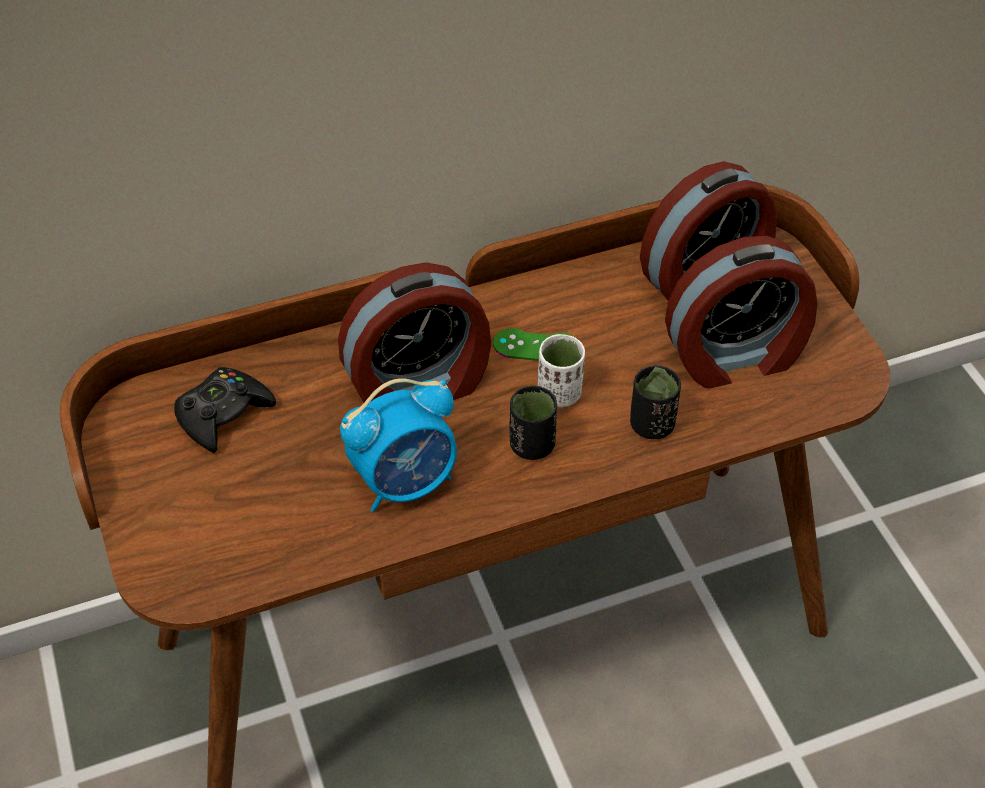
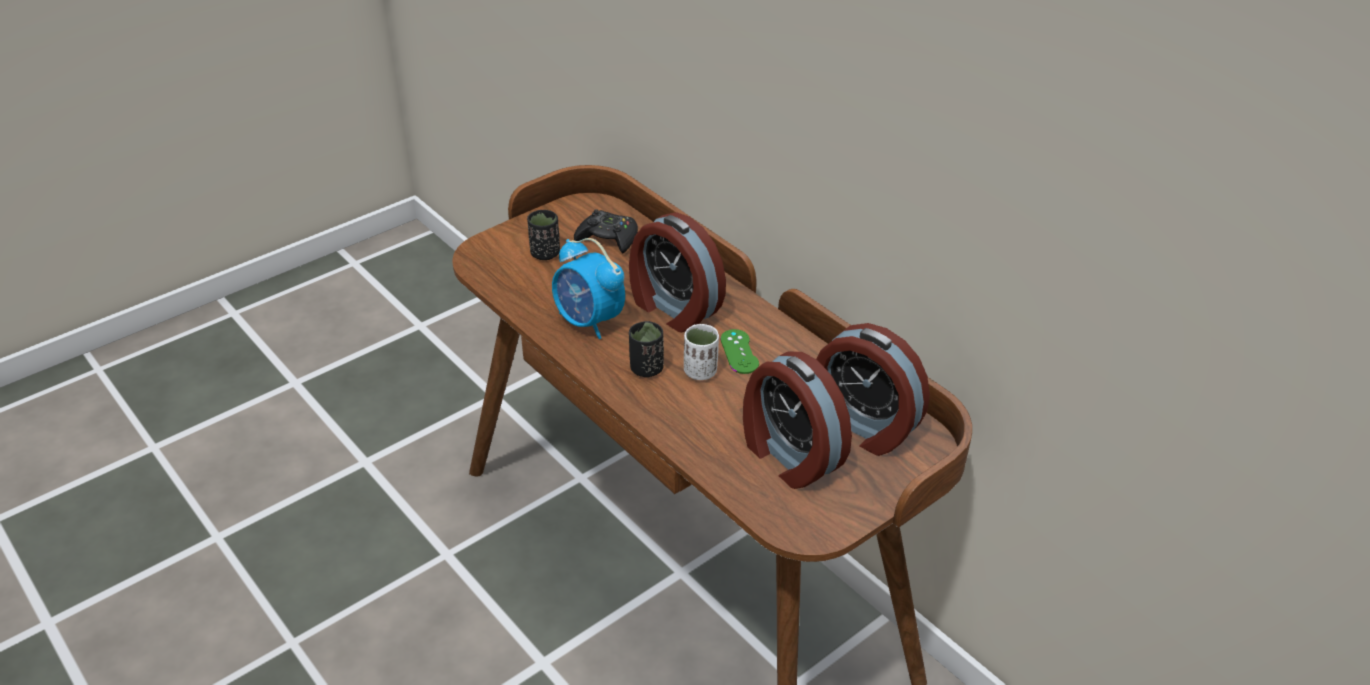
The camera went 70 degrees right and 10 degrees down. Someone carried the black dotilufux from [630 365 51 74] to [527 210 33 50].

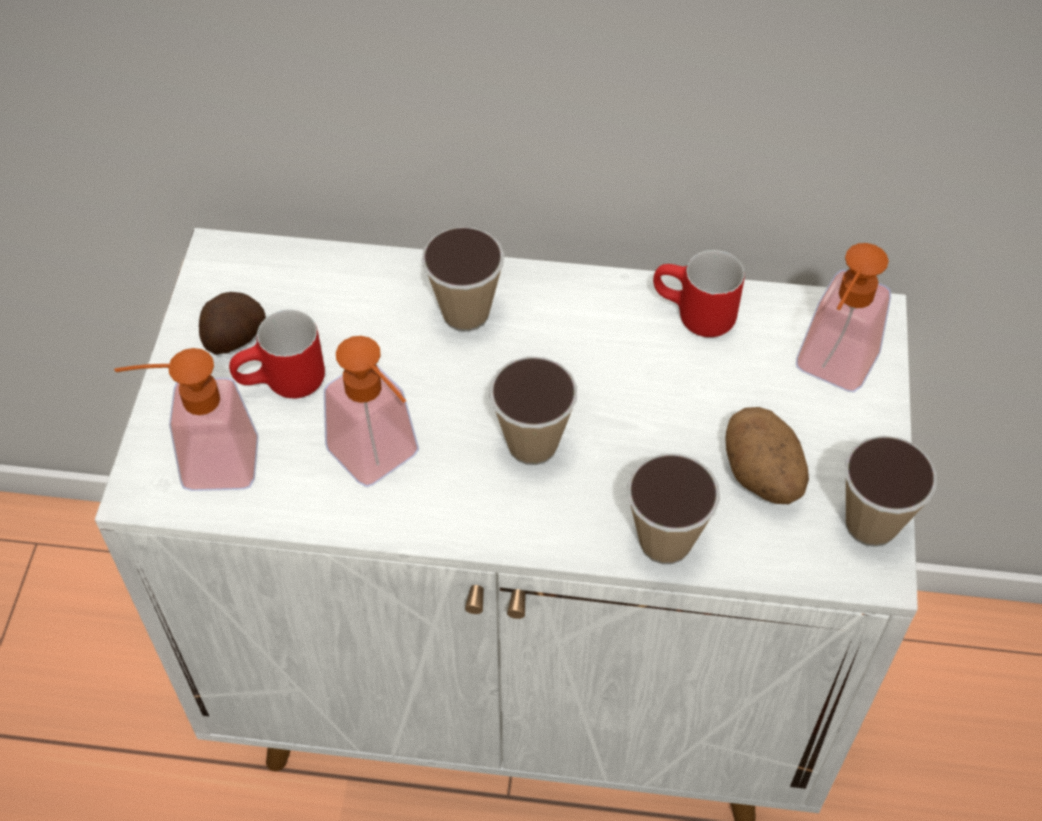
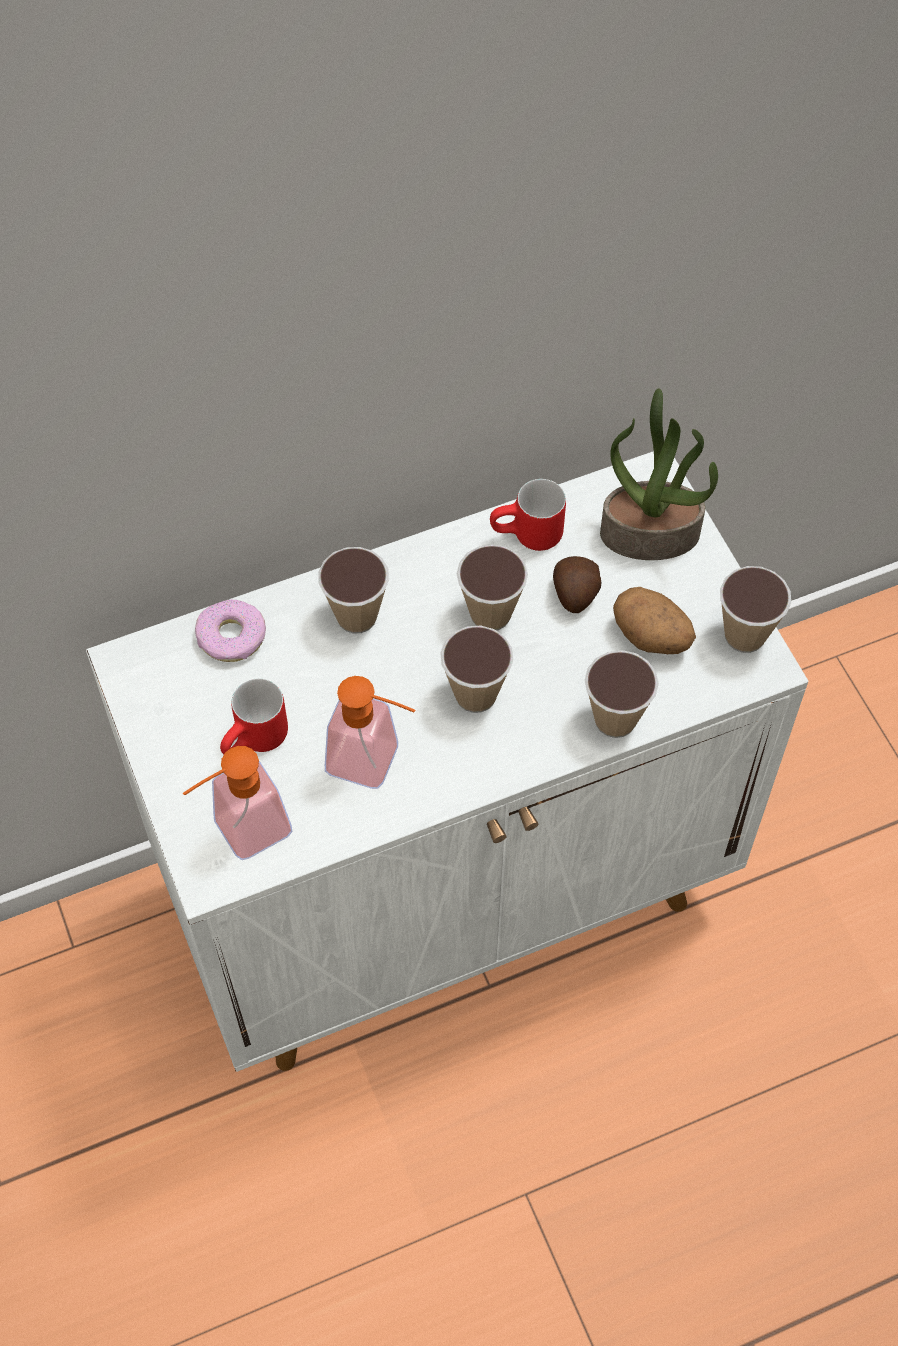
The camera went 30 degrees left and 5 degrees up. Someone carried the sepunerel from [199 292 67 63] to [553 556 48 57]. Someone swapped the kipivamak at [796 243 95 149] for the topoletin at [600 388 118 172]. Someone put down the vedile at [195 600 71 62]. Someone put down the dotilufux at [457 544 71 87].

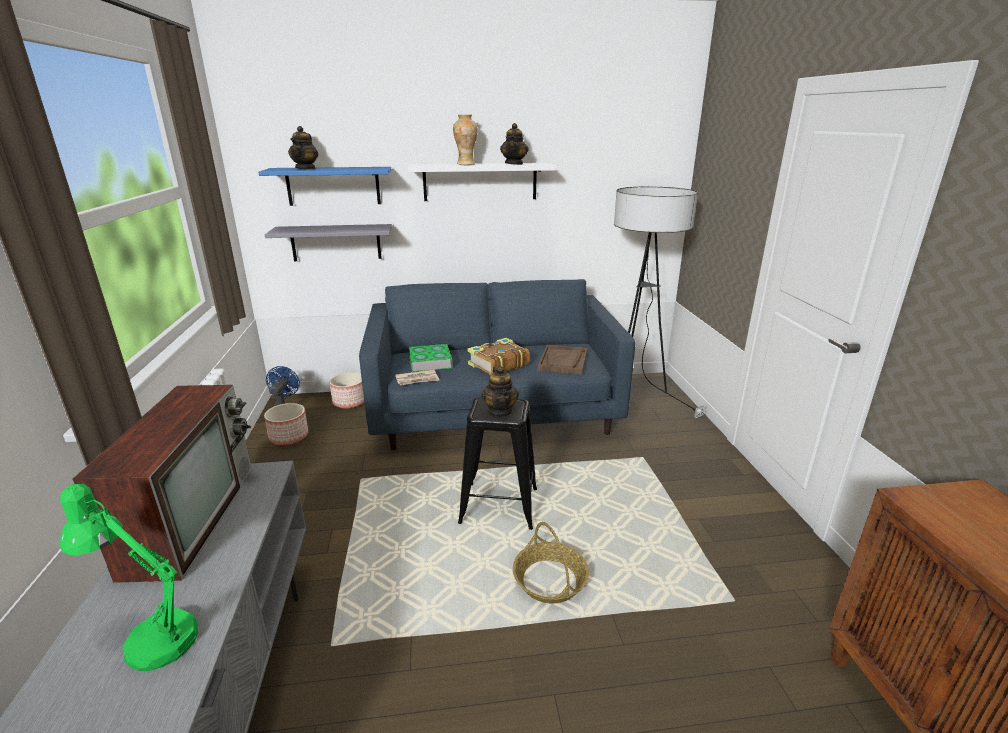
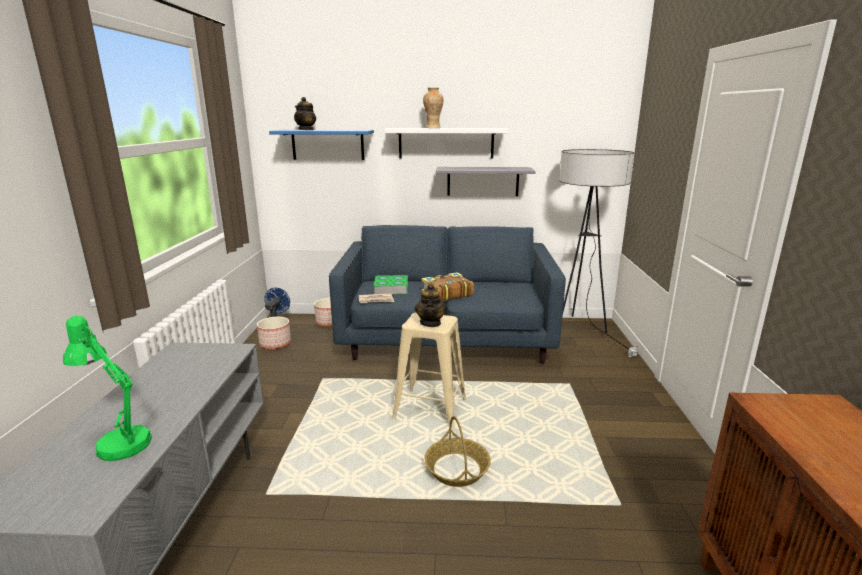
The camera went 10 degrees right and 5 degrees down. Someone took away the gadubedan at [72 385 180 198]. Someone carried the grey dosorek from [265 224 127 37] to [436 167 100 29]. Someone repainted the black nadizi at [458 397 79 133], which became the beige nadizi at [392 312 75 118]. Someone took away the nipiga at [500 123 29 42]. Someone took away the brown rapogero at [538 345 49 30].

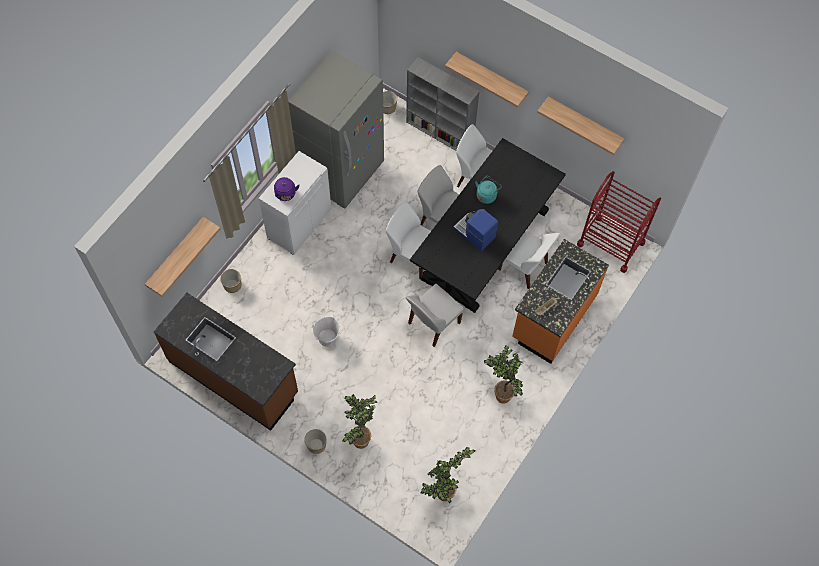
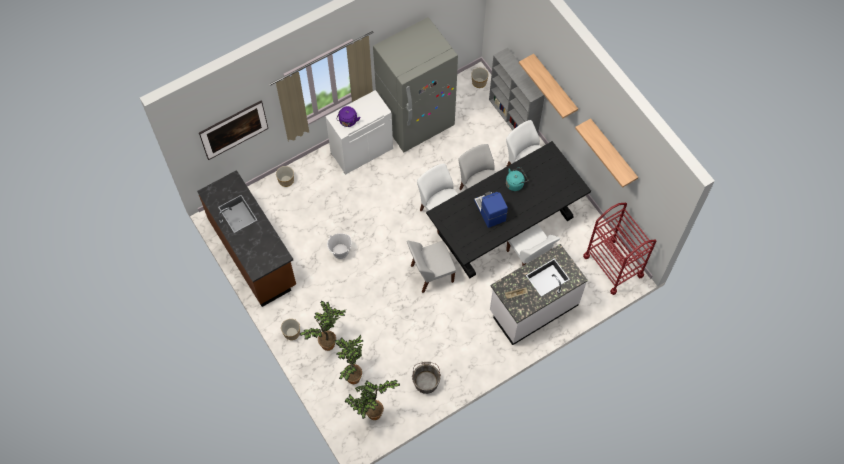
The camera went 25 degrees right and 0 degrees up. Someone swapped the dosorek at [145 217 75 80] for the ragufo at [199 101 69 59]. Someone carried the topoletin from [484 346 40 57] to [335 335 28 49]. Someone repainted the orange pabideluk at [512 239 97 125], which became the white pabideluk at [490 244 98 101]. Someone put down the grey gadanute at [412 362 29 32].

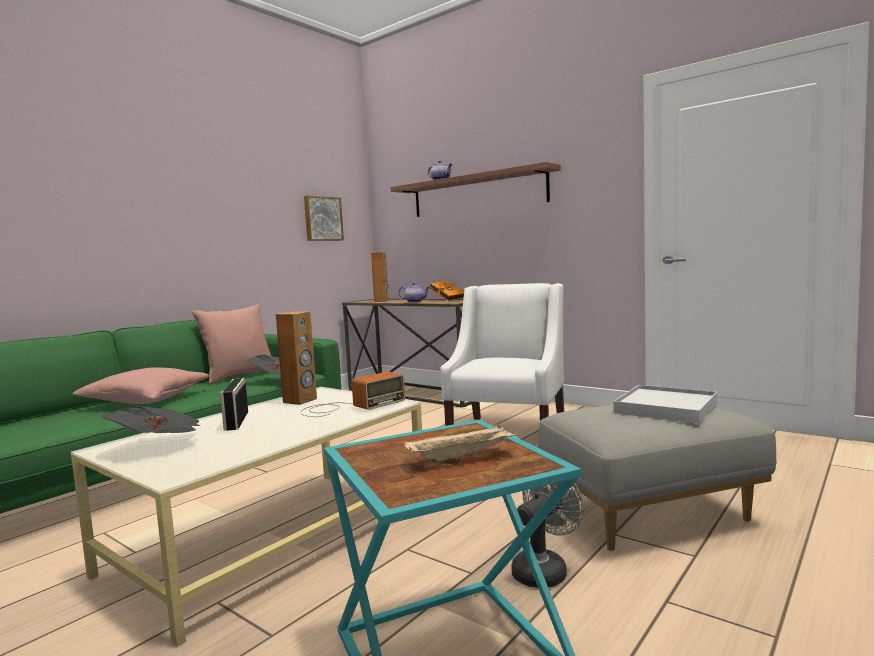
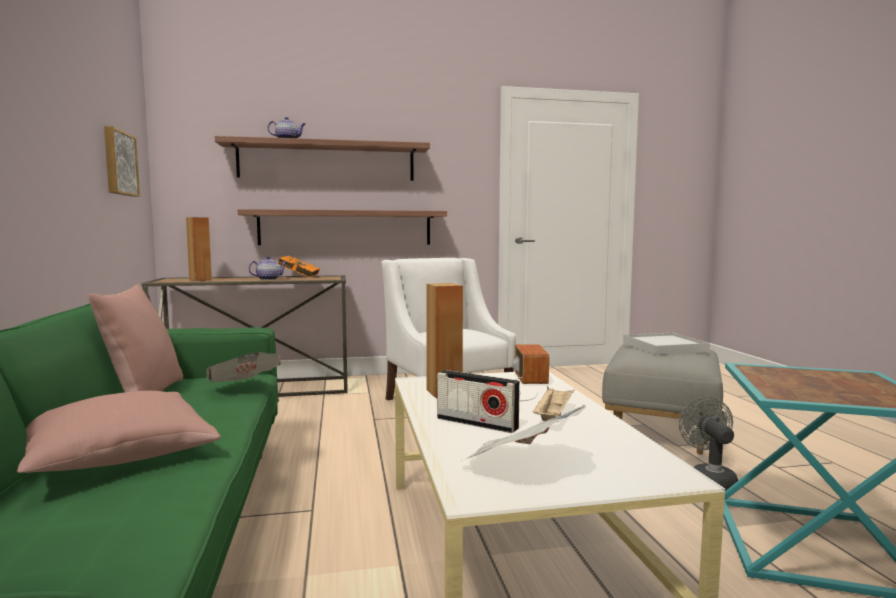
The camera went 50 degrees left and 0 degrees up. Someone carried the beige rapogero from [404 423 114 41] to [533 386 42 36]. Someone put up the dosorek at [238 209 209 36].

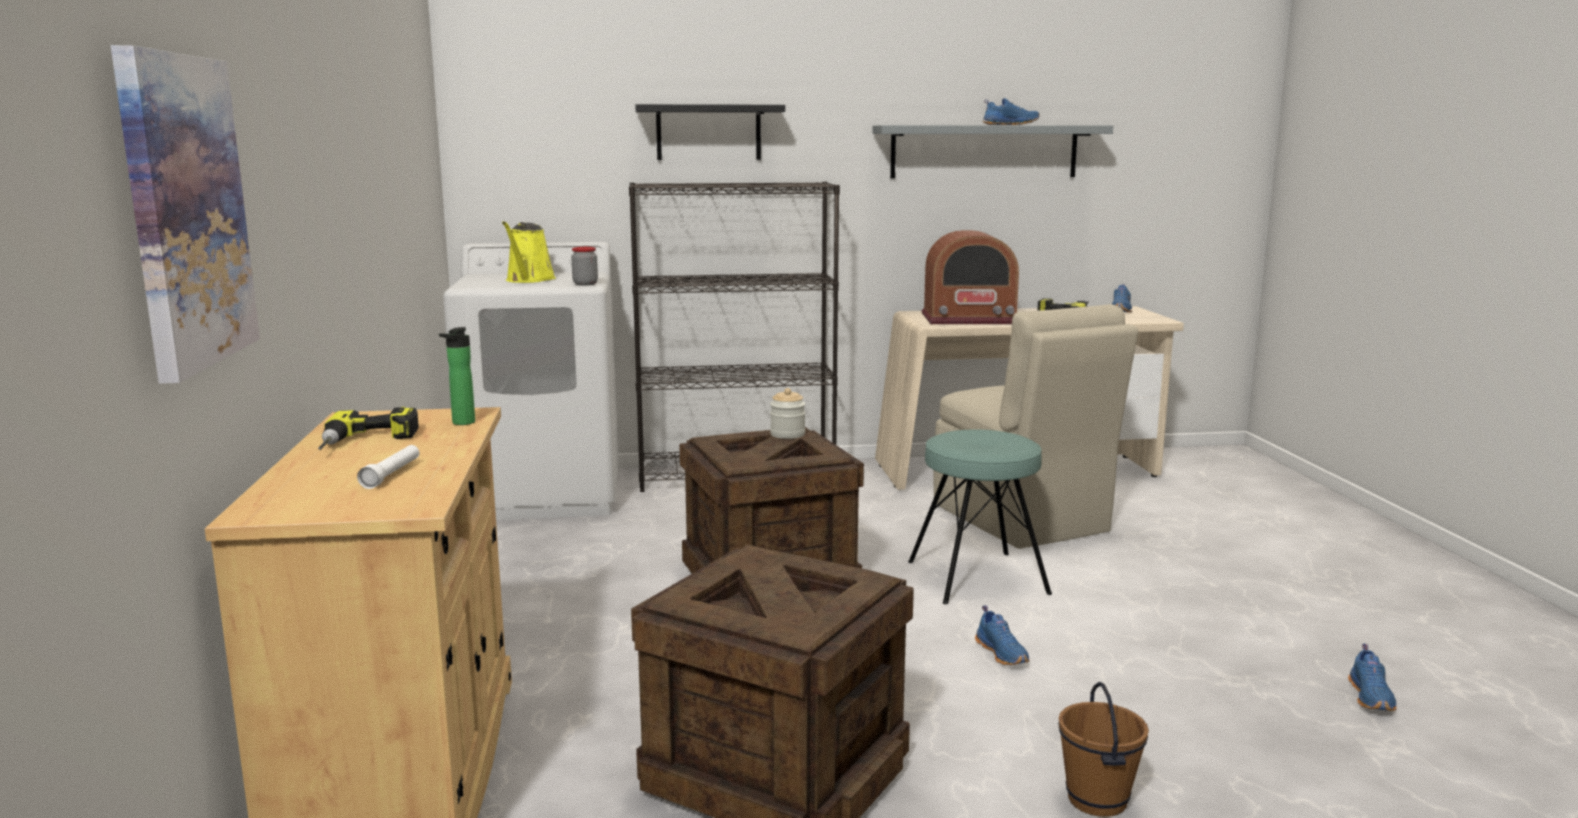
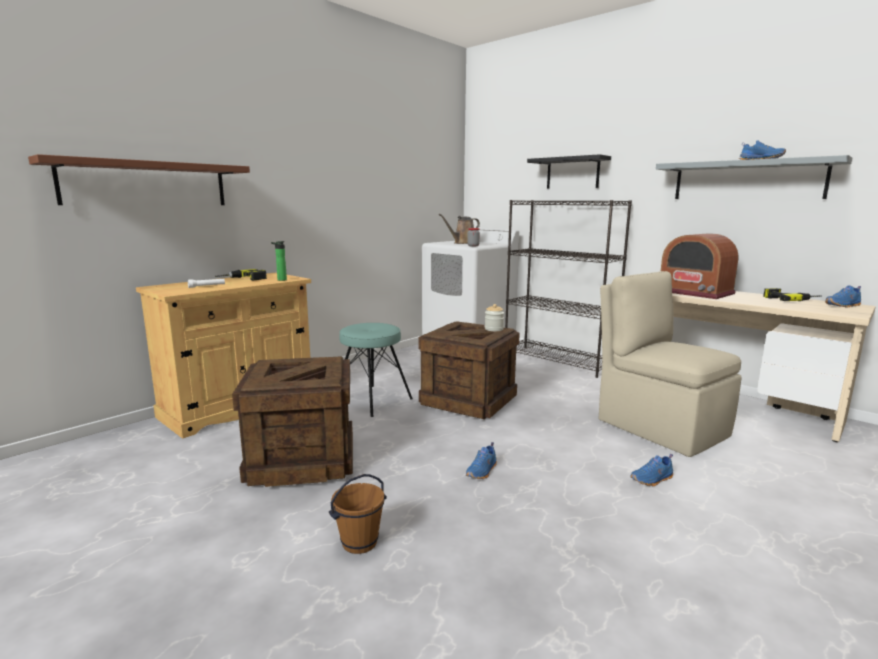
The camera went 50 degrees right and 0 degrees up. Someone swapped the ragufo at [111 45 149 339] for the brown dosorek at [28 154 222 51]. Someone repainted the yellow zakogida at [502 221 54 62], which became the brown zakogida at [438 214 42 30]. Someone carried the turquoise nadizi from [908 429 144 175] to [340 323 73 94]. Someone rotated the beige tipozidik at [934 304 204 245] by 120 degrees clockwise. Someone carried the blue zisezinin from [1348 644 48 67] to [630 454 43 32].

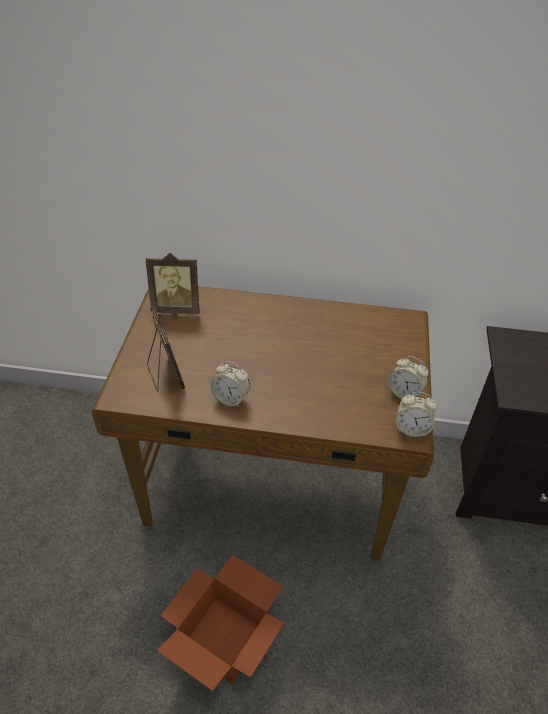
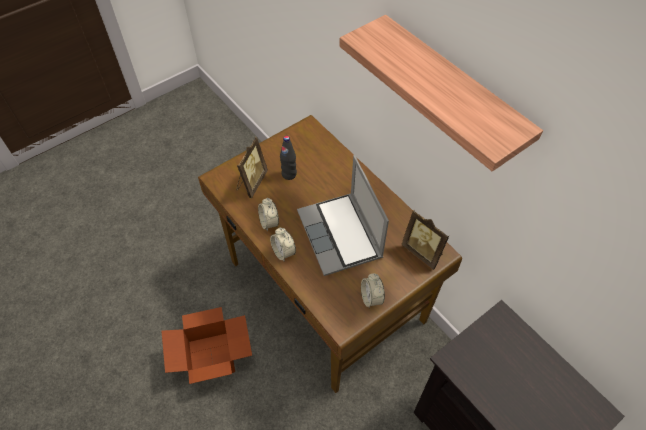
The camera went 45 degrees right and 10 degrees up. Someone carried the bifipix from [146 253 53 61] to [401 210 48 60]. Someone carried the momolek from [396 392 41 45] to [270 228 26 33]. Someone put down the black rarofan at [280 136 17 44]. Someone put down the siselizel at [297 155 92 121]. Someone put up the dosorek at [339 15 204 157].

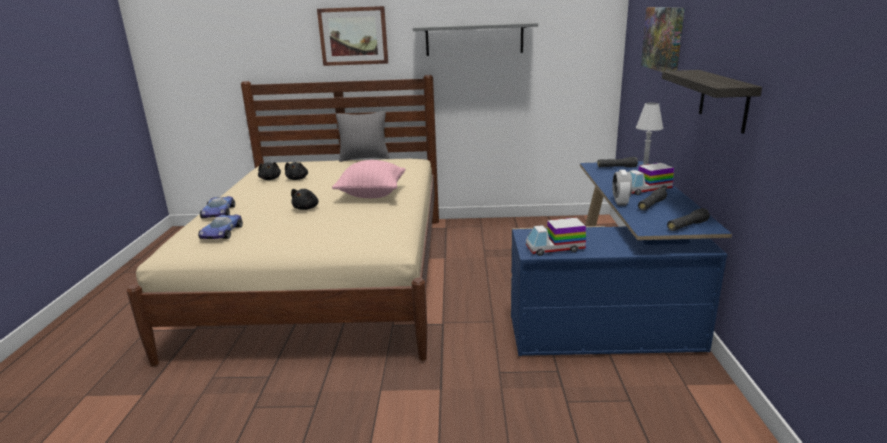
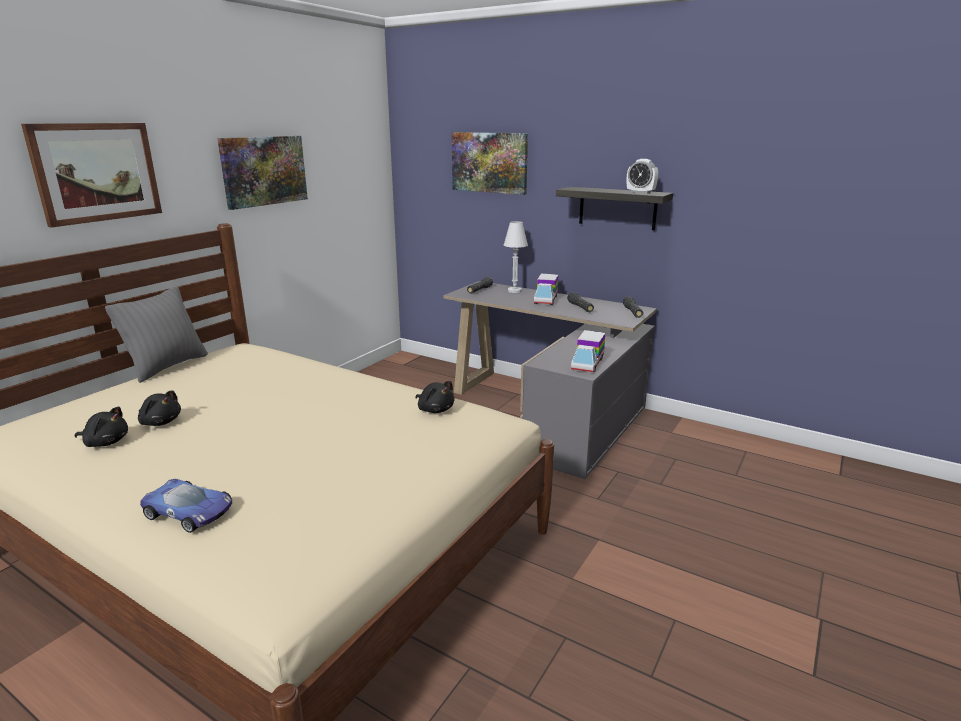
The camera went 60 degrees left and 0 degrees up. Someone took away the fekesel at [198 214 45 25]. Someone carried the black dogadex from [291 189 28 21] to [415 381 40 32]. Someone took away the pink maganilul at [332 160 73 38]. Someone swapped the grey dosorek at [413 22 125 34] for the ragufo at [217 136 91 74]. Someone repainted the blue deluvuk at [511 161 221 195], which became the grey deluvuk at [443 281 214 198]. Someone carried the momolek from [612 170 20 36] to [627 159 31 35].

